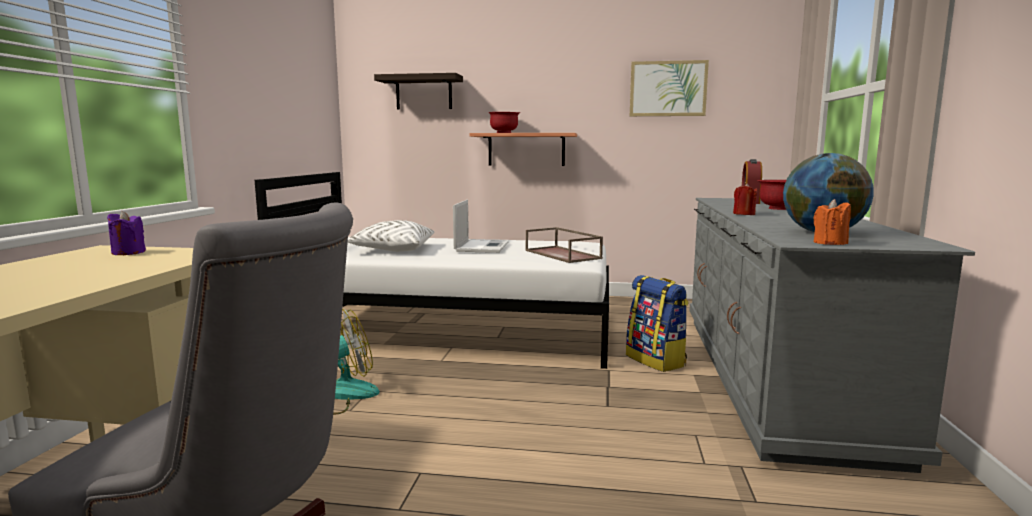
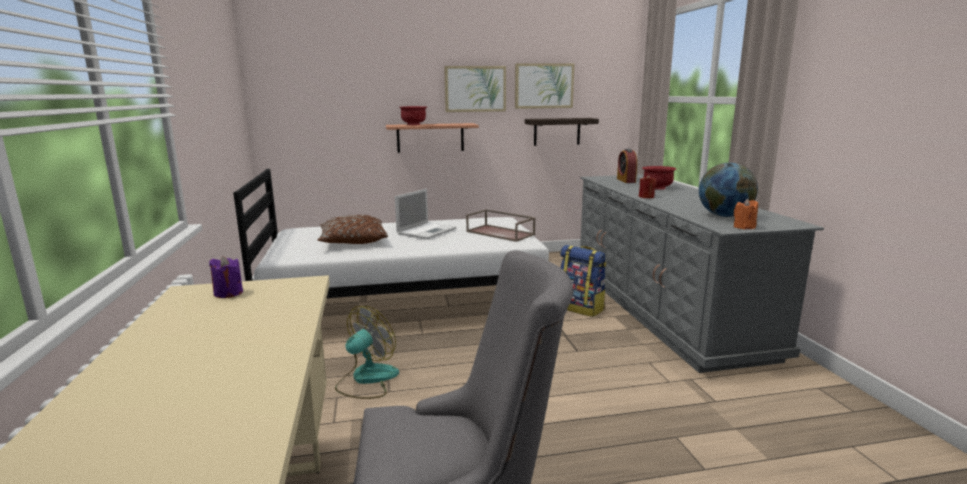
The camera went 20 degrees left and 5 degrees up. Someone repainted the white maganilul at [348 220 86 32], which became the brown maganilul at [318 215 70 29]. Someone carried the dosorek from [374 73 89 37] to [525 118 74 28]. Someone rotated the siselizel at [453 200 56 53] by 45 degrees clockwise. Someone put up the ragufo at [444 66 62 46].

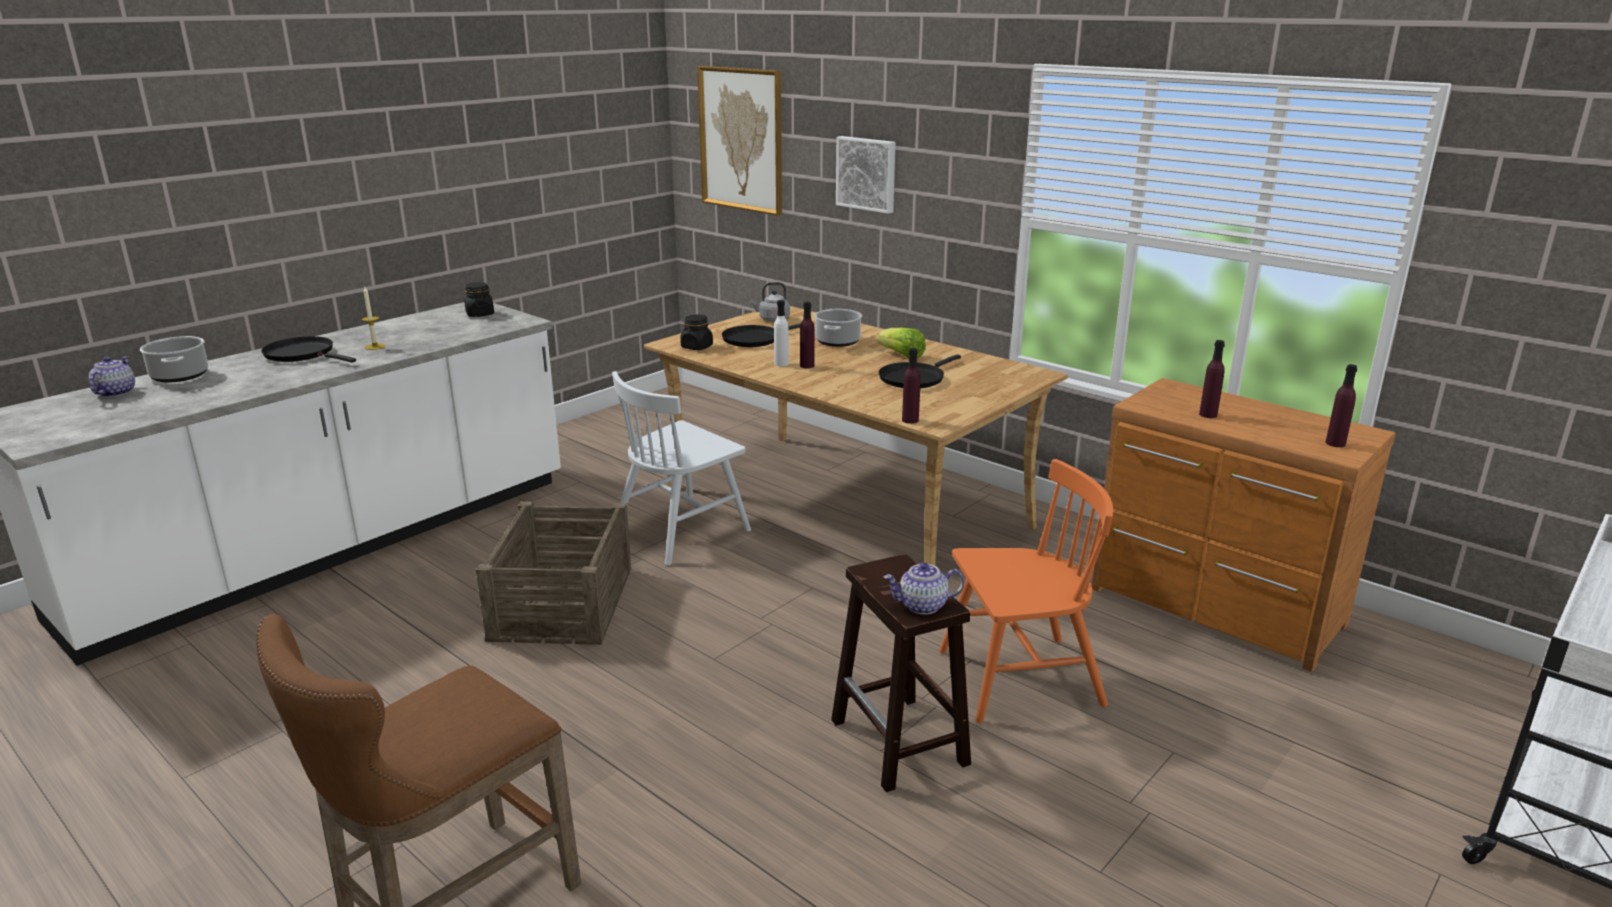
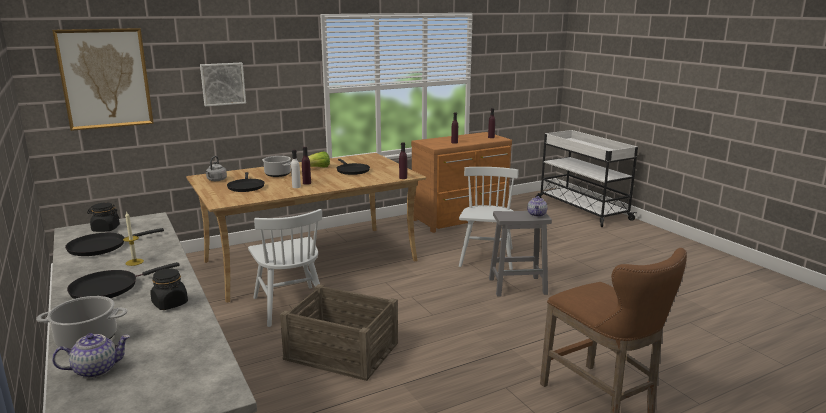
The camera went 70 degrees left and 5 degrees down. Someone rotated the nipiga at [89 357 46 40] by 135 degrees clockwise. Someone carried the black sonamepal from [680 315 33 35] to [150 268 38 42]. Someone repainted the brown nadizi at [831 554 140 238], which became the grey nadizi at [489 211 63 86]. Someone repainted the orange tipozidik at [939 459 174 264], which became the white tipozidik at [459 167 60 103]. Someone put down the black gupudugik at [65 228 99 28].

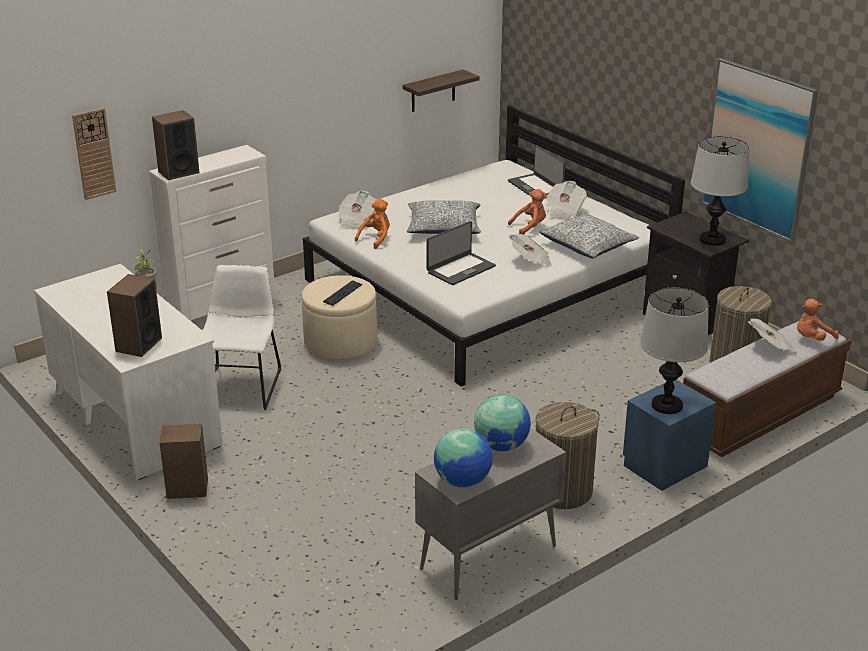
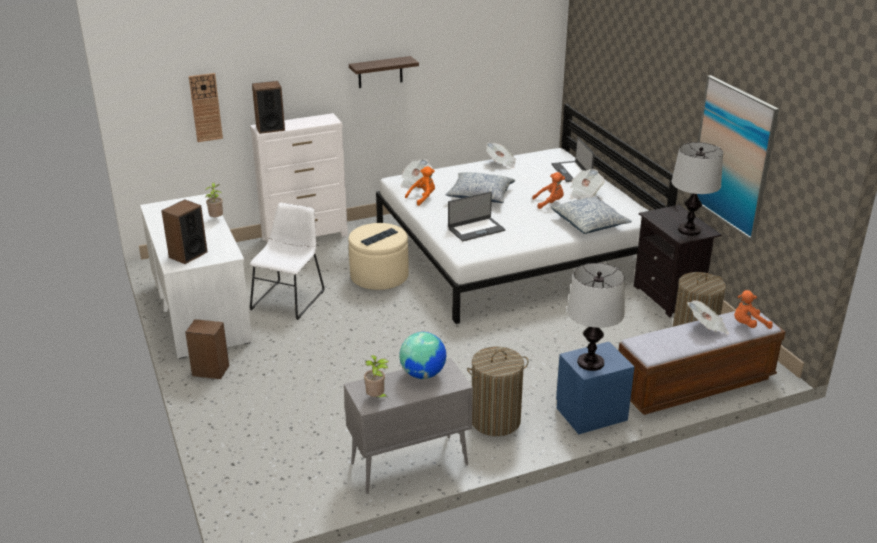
The camera went 15 degrees right and 0 degrees up. Someone carried the dosorek from [403 69 76 43] to [349 56 70 32]. Someone swapped the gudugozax at [434 428 59 60] for the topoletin at [364 355 25 43]. Someone carried the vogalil from [509 234 43 33] to [486 143 30 25].

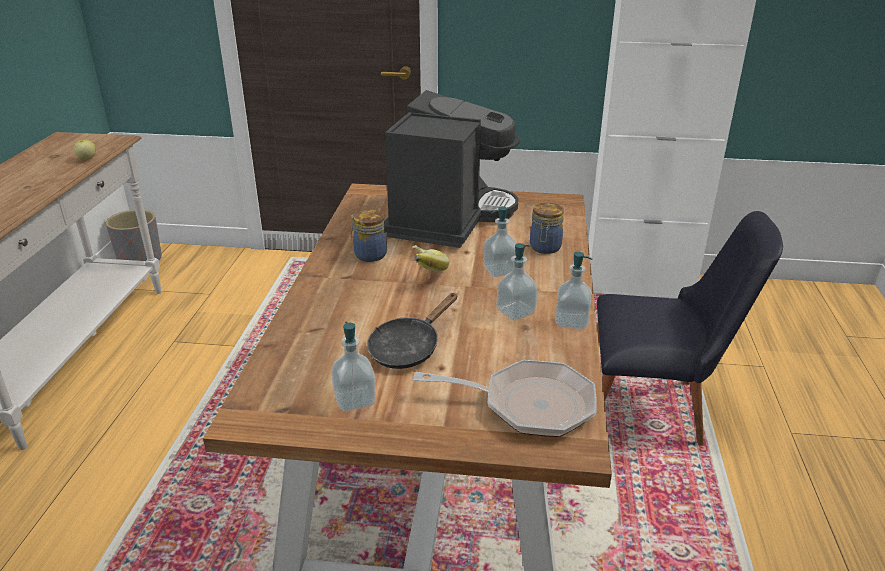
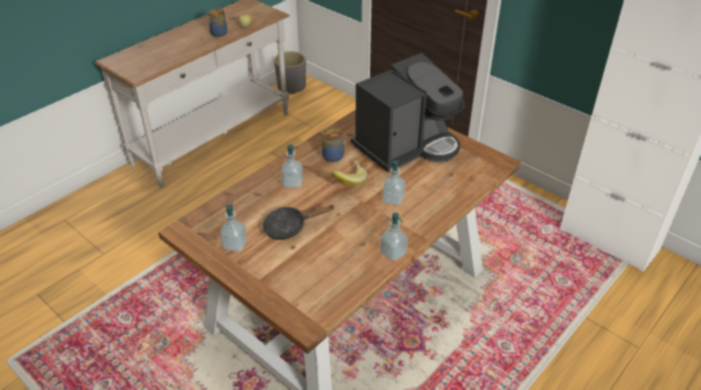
The camera went 35 degrees right and 10 degrees up. Someone took away the gupudugik at [413 360 184 77]. Someone carried the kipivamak from [497 243 41 78] to [281 144 22 44]. Someone carried the sonamepal from [530 203 34 51] to [207 9 20 28]. Someone took away the black tipozidik at [597 211 186 235].

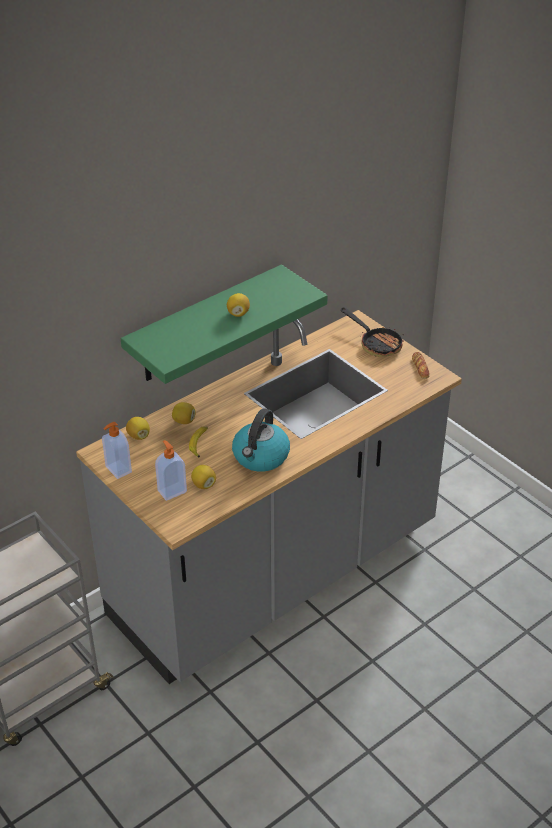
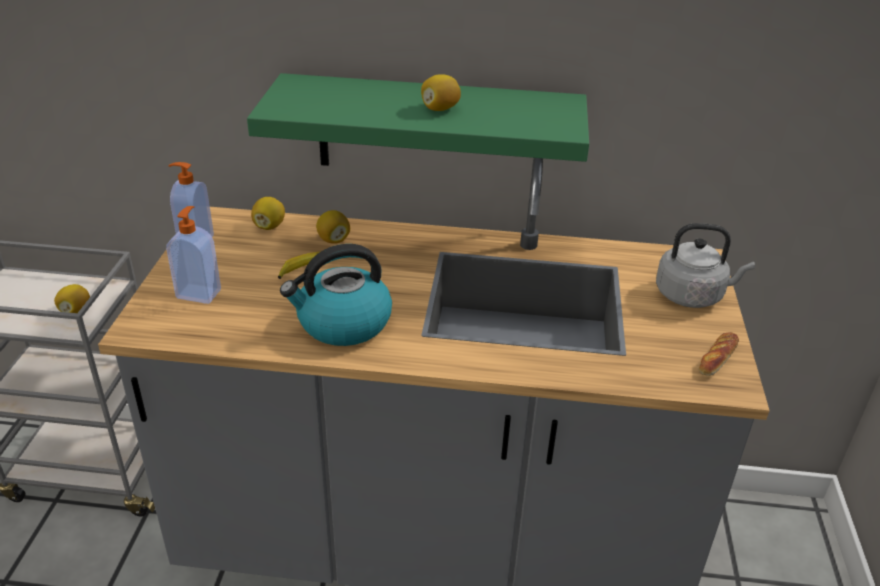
The camera went 45 degrees right and 5 degrees down. Someone carried the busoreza from [191 465 25 24] to [54 284 36 29]. Someone swapped the gupudugik at [341 308 63 49] for the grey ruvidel at [656 223 99 85].

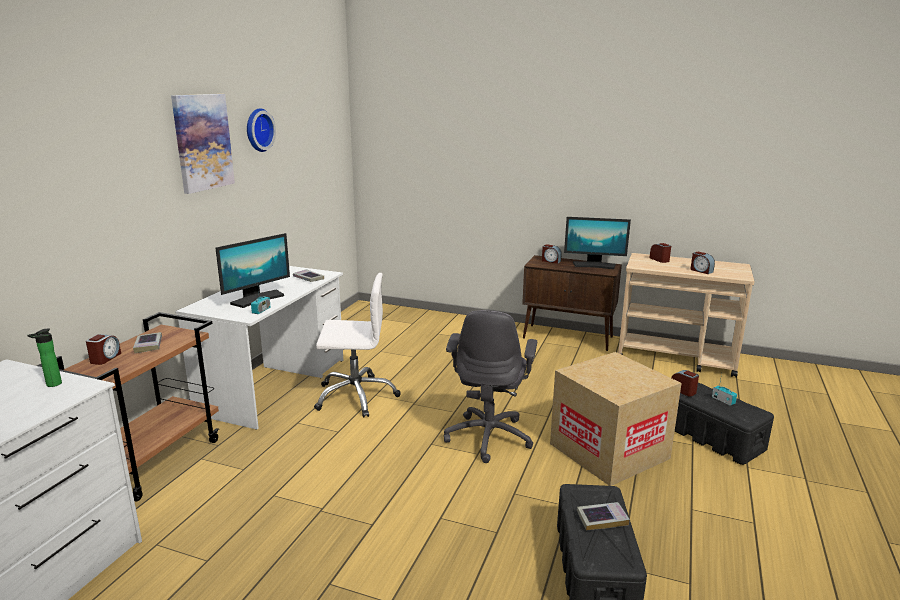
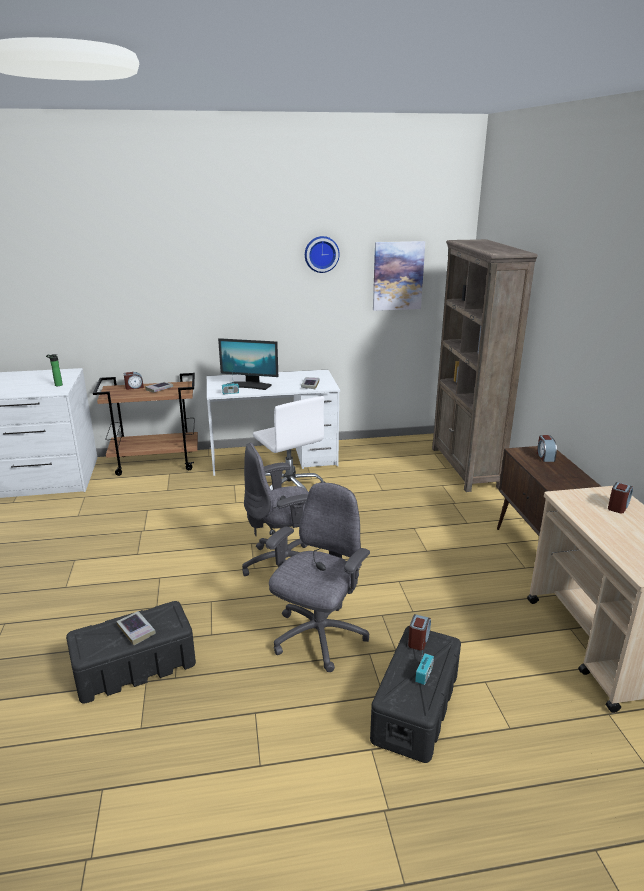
The camera went 60 degrees right and 5 degrees up. Someone carried the ragufo from [171 94 64 100] to [373 241 52 70]. Someone swapped the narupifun at [550 352 132 134] for the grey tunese at [266 483 104 189]. Someone took away the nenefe at [564 217 67 52]. Someone took away the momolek at [690 251 25 23]. Someone put down the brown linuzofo at [432 239 106 253].

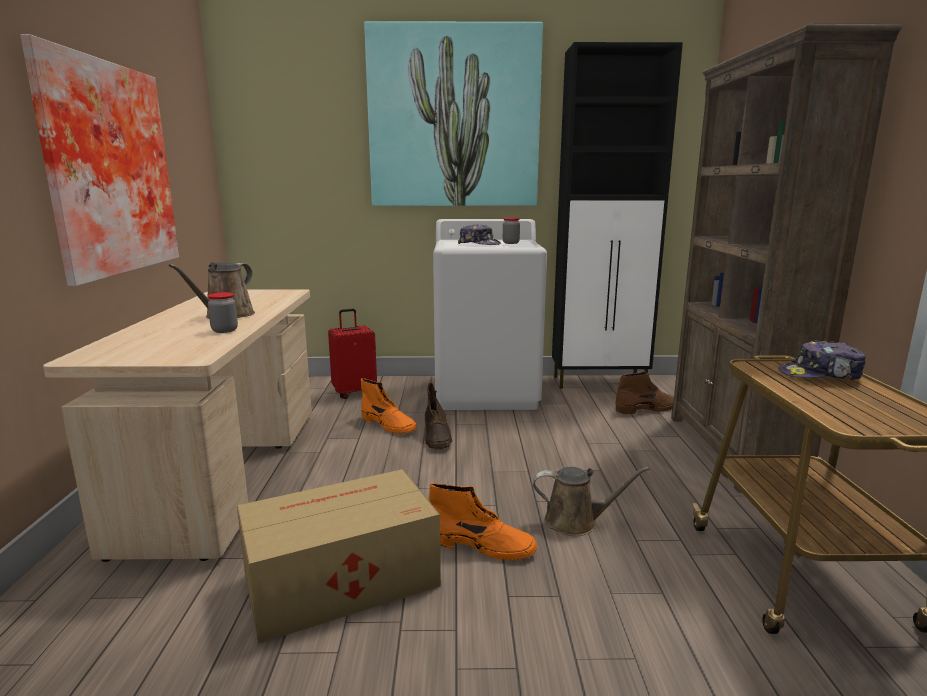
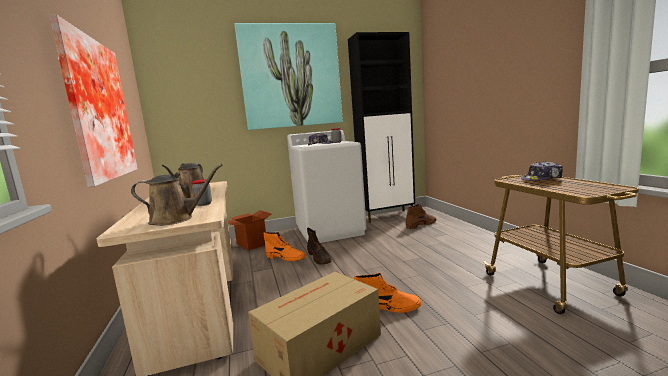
The camera went 15 degrees left and 5 degrees down. Someone swapped the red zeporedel at [328 309 49 90] for the narupifun at [228 210 44 41]. Someone carried the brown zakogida from [533 467 117 69] to [131 164 91 62]. Someone took away the brown linuzofo at [671 24 231 469].

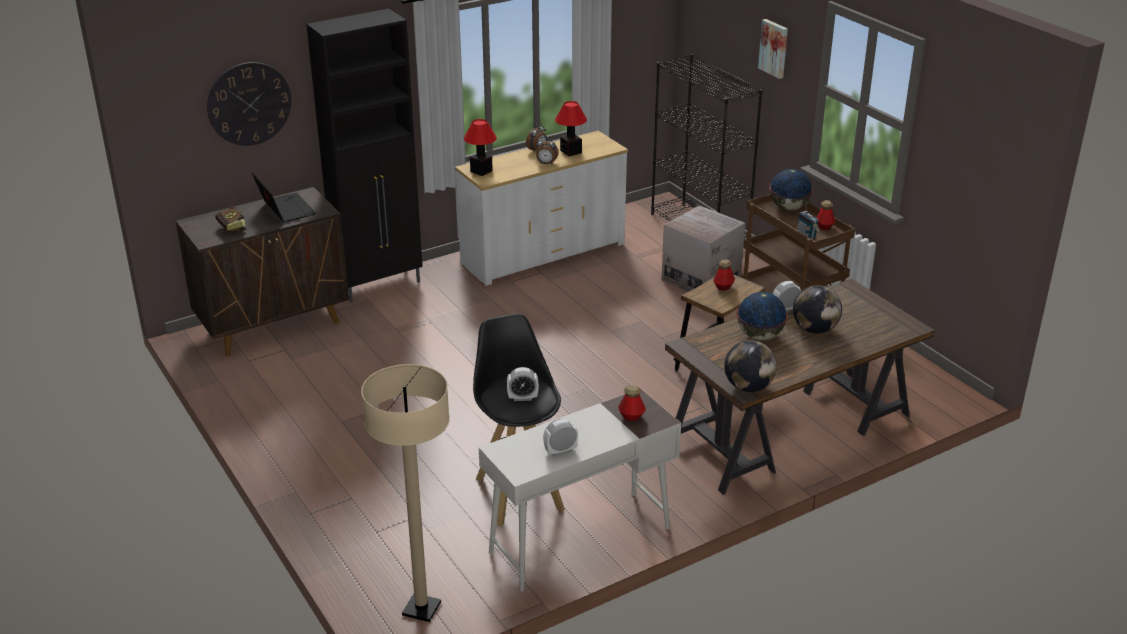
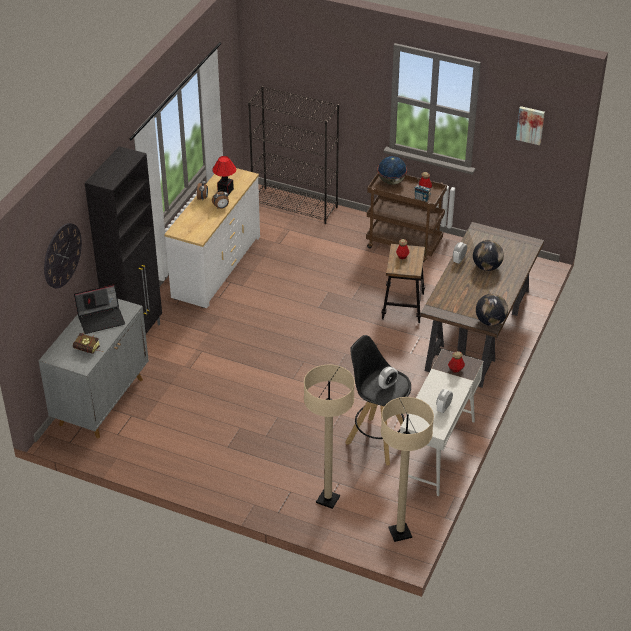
The camera went 35 degrees left and 10 degrees up. Someone repainted the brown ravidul at [176 187 173 169], which became the grey ravidul at [39 298 110 141]. Someone rotated the siselizel at [252 172 64 50] by 135 degrees clockwise. Someone took away the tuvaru at [464 119 33 57]. Someone took away the narupifun at [661 205 84 87]. Someone took away the gudugozax at [736 292 52 48]. Someone carried the ragufo from [758 19 30 60] to [516 106 29 39]. Someone put down the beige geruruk at [304 364 51 145].

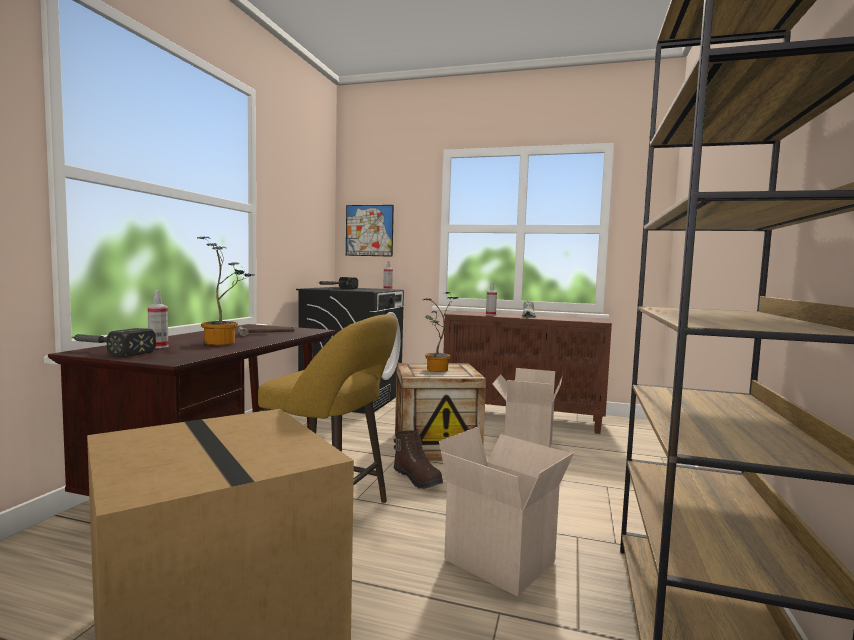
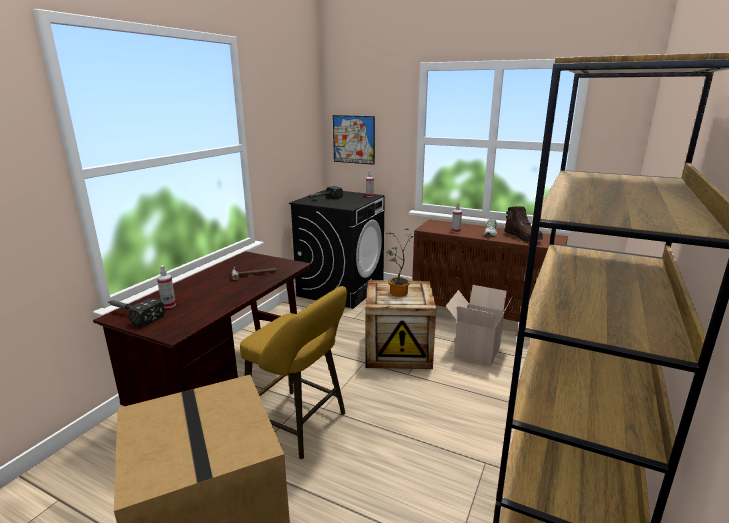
The camera went 10 degrees right and 15 degrees up. Someone took away the topoletin at [197 236 57 109]. Someone carried the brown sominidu from [394 430 49 59] to [504 206 39 36]. Someone took away the narupifun at [439 426 135 170].

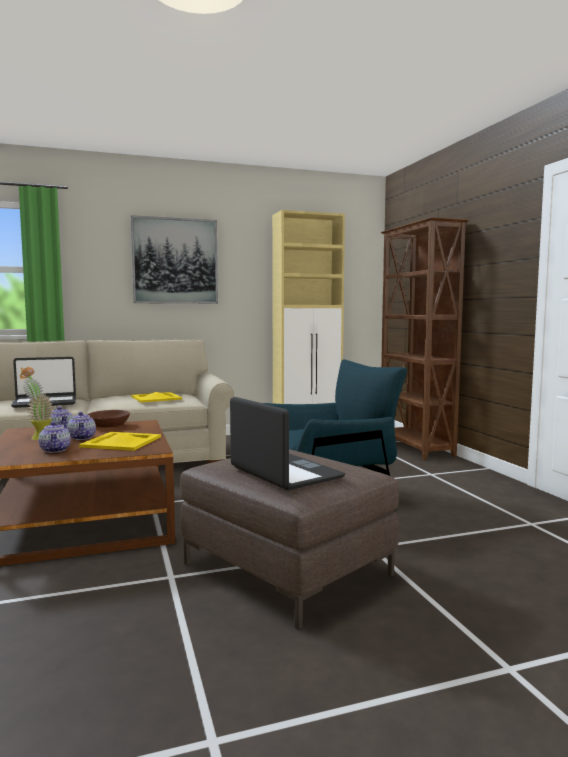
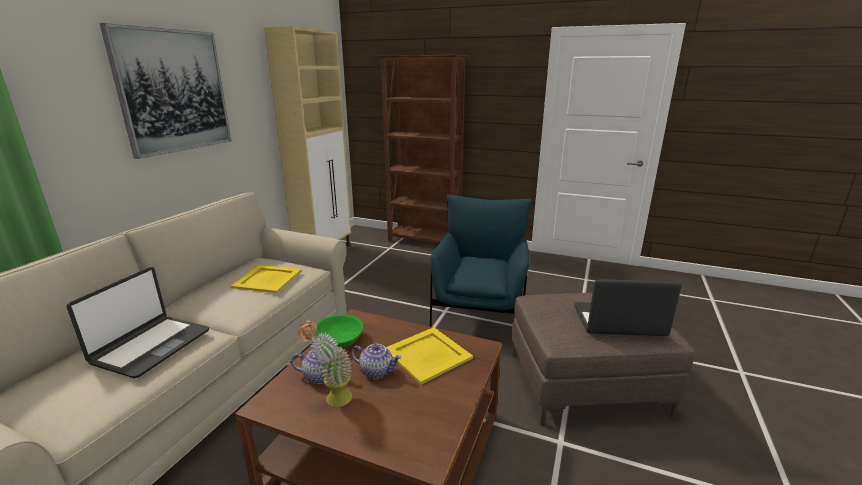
The camera went 50 degrees left and 15 degrees up. Someone took away the nipiga at [38 422 33 31]. Someone repainted the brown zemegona at [87 410 43 18], which became the green zemegona at [314 315 50 34].

